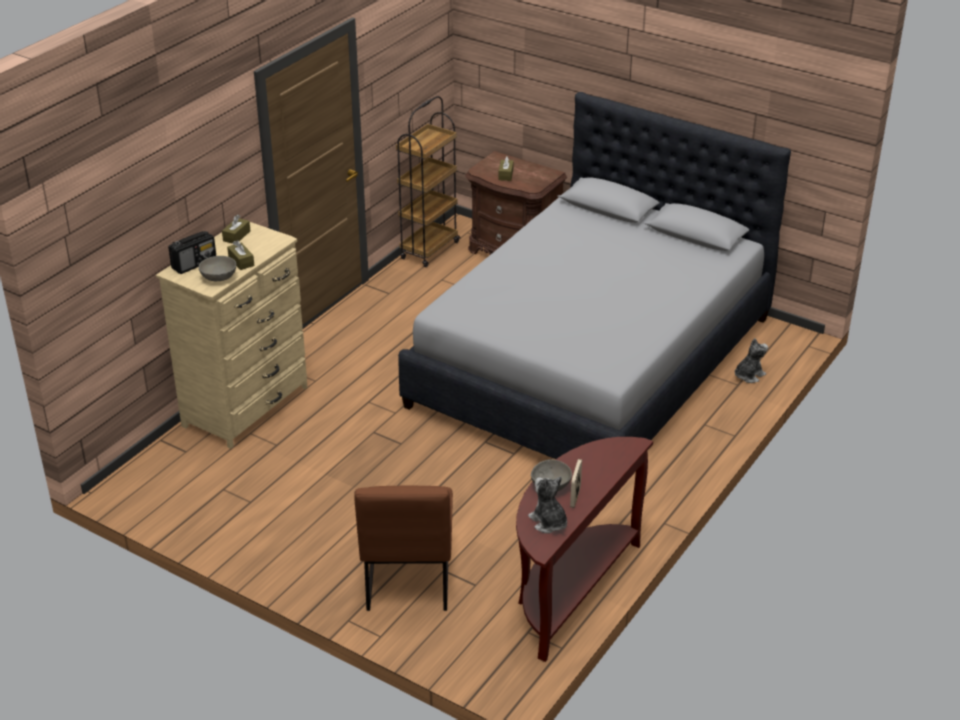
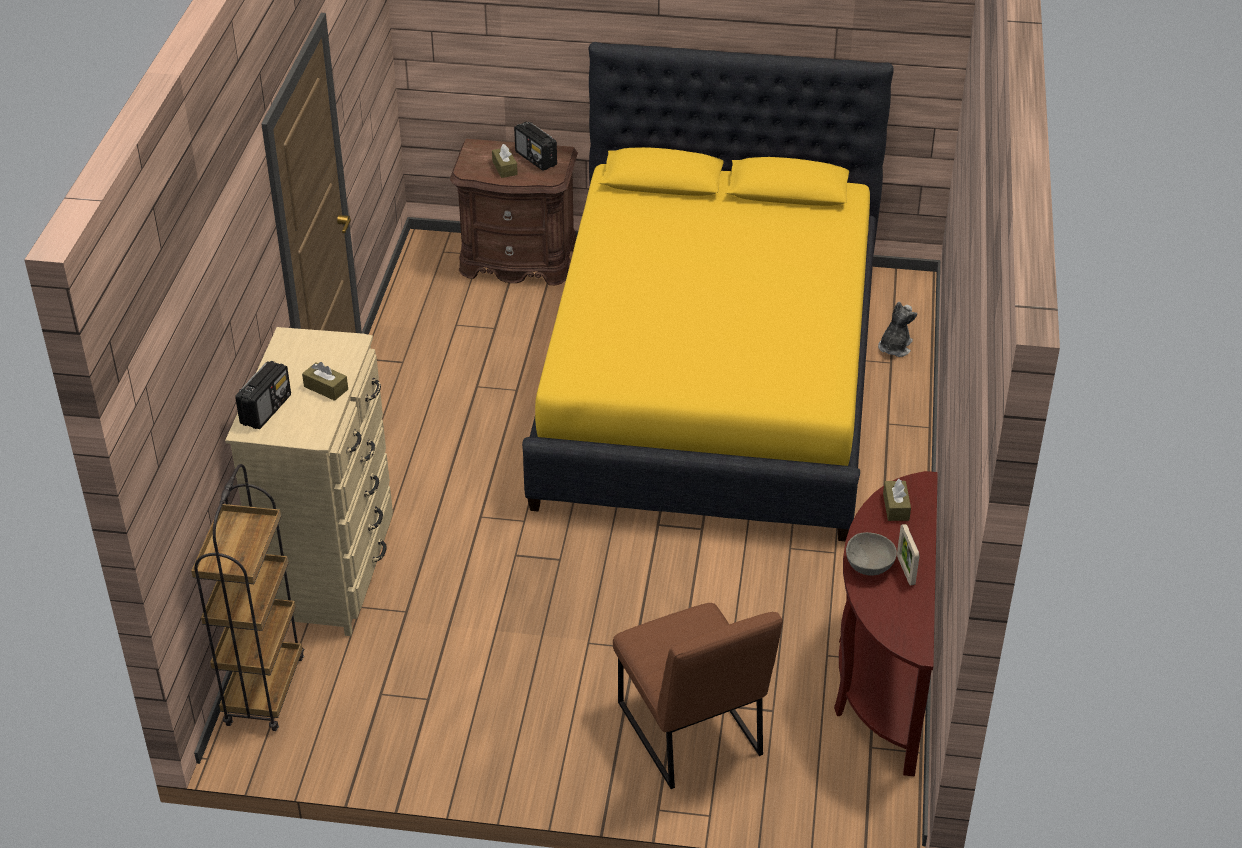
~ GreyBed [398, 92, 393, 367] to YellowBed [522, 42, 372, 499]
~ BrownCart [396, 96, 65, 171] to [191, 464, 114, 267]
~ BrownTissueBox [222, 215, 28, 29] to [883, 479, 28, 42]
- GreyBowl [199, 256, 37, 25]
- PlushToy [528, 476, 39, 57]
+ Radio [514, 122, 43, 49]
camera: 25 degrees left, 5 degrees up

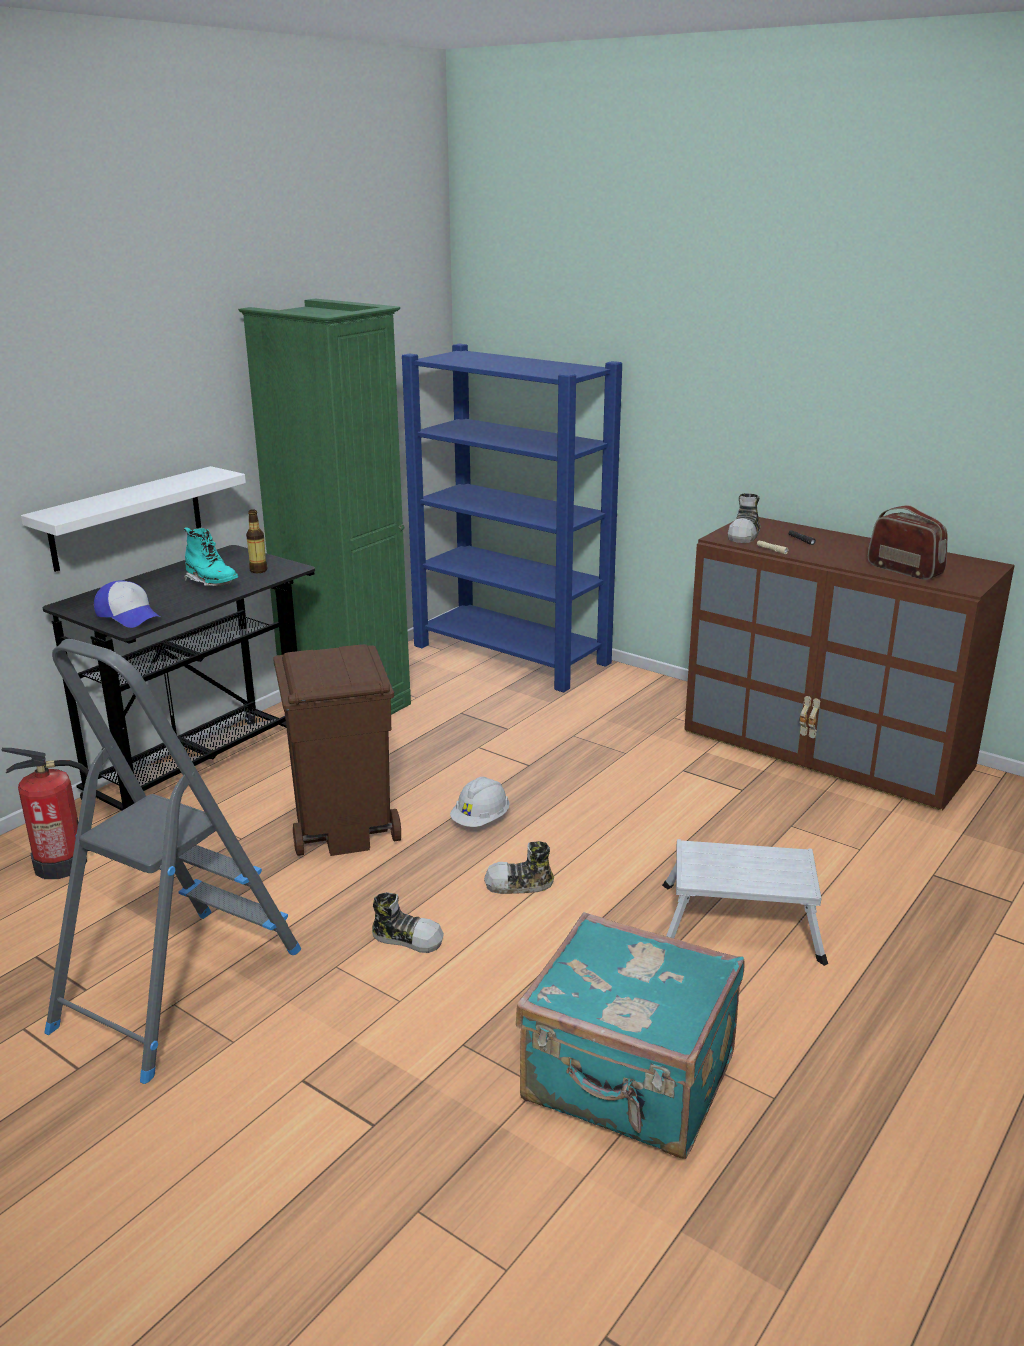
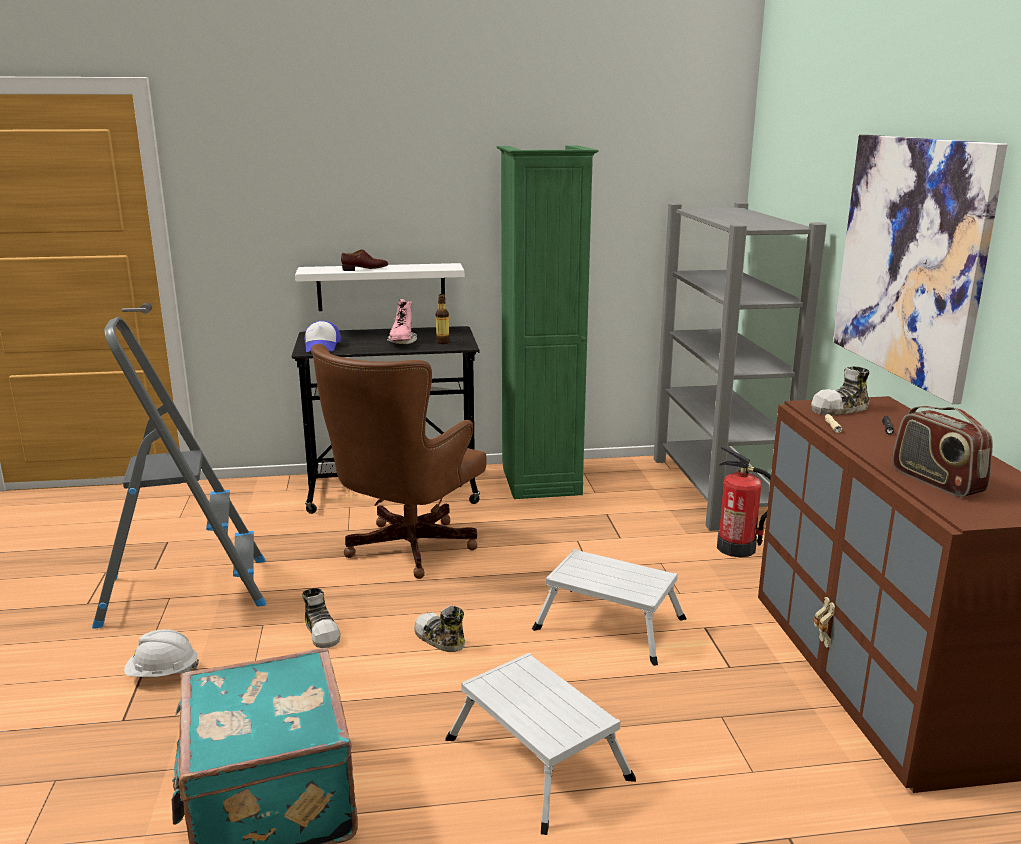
~ BlueBookcase [402, 344, 220, 349] to GreyBookcase [654, 202, 173, 329]
~ Radio [868, 505, 80, 75] = [892, 406, 101, 91] 150 degrees clockwise
~ TurquoiseBoot [183, 527, 55, 60] to PinkBoot [387, 299, 30, 45]
~ BrownTrashCan [273, 644, 128, 212] to BrownOfficeChair [311, 344, 175, 235]
~ FireExtinguisher [2, 748, 87, 131] to [717, 446, 54, 112]
~ WhiteHardHat [450, 777, 60, 50] to [124, 629, 75, 48]
+ Picture [833, 135, 175, 269]
+ BrownShoe [341, 249, 47, 22]
+ WhiteStepLadder [532, 549, 155, 117]
camera: 45 degrees right, 5 degrees down

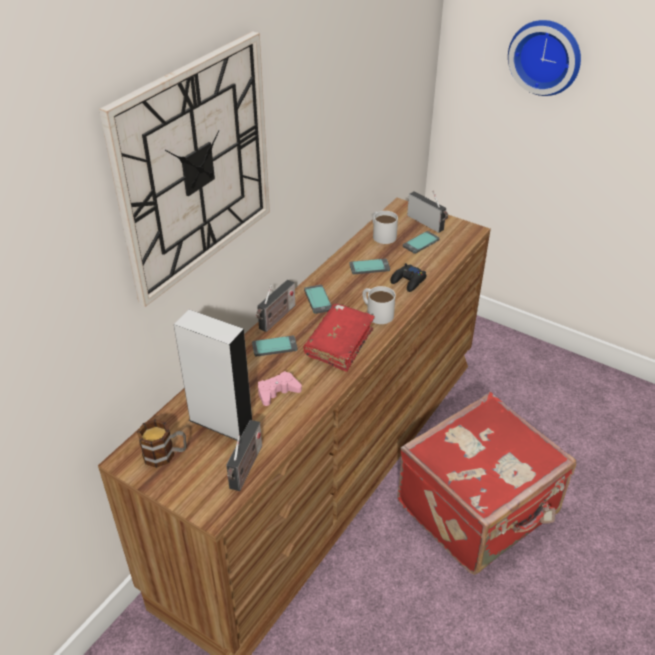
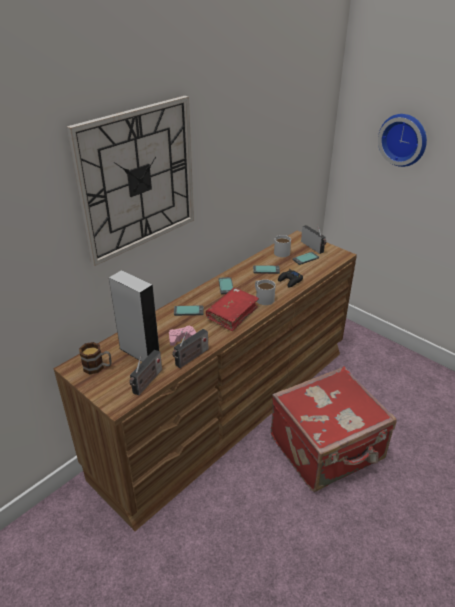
~ Radio [256, 280, 39, 52] to [172, 329, 36, 39]
camera: 10 degrees right, 5 degrees down

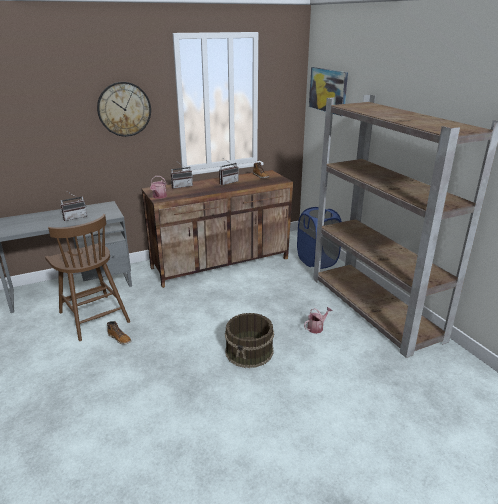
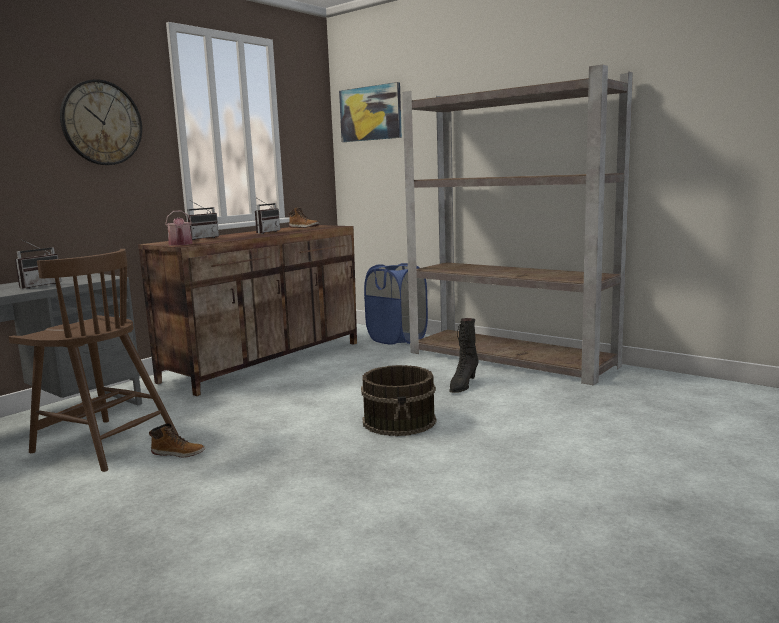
~ WateringCan [304, 307, 29, 27] to BlackBoot [449, 318, 30, 75]
camera: 25 degrees left, 15 degrees down

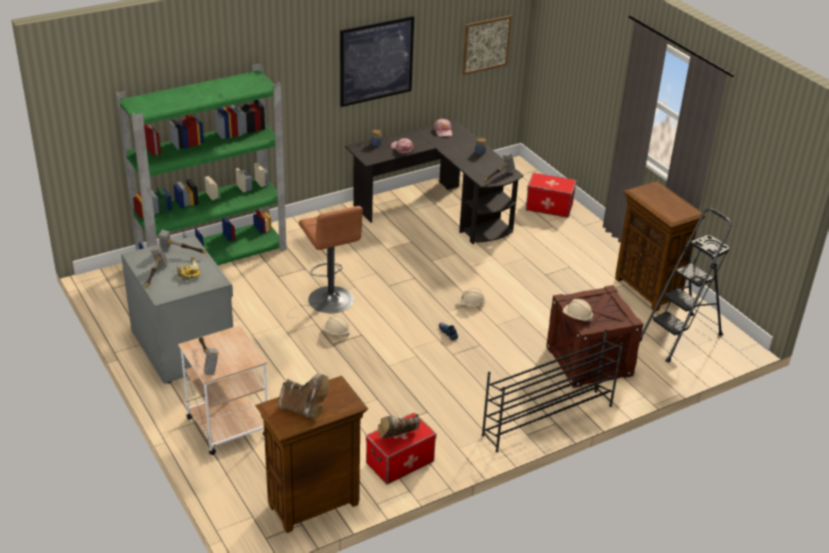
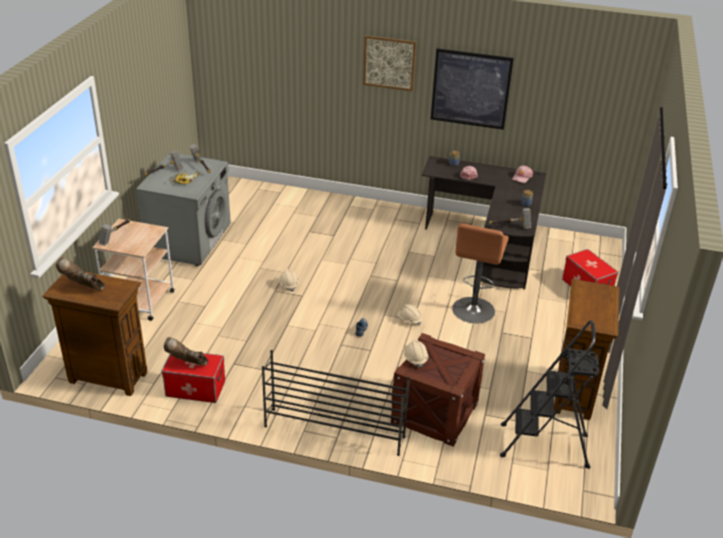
~ Picture [462, 15, 50, 61] to [363, 35, 53, 57]
- GreenBookcase [116, 64, 171, 201]
~ BrownStool [299, 206, 64, 107] to [452, 223, 57, 100]
~ BrownBoot [278, 374, 51, 45] = [56, 257, 48, 34] 135 degrees clockwise
camera: 45 degrees right, 0 degrees up

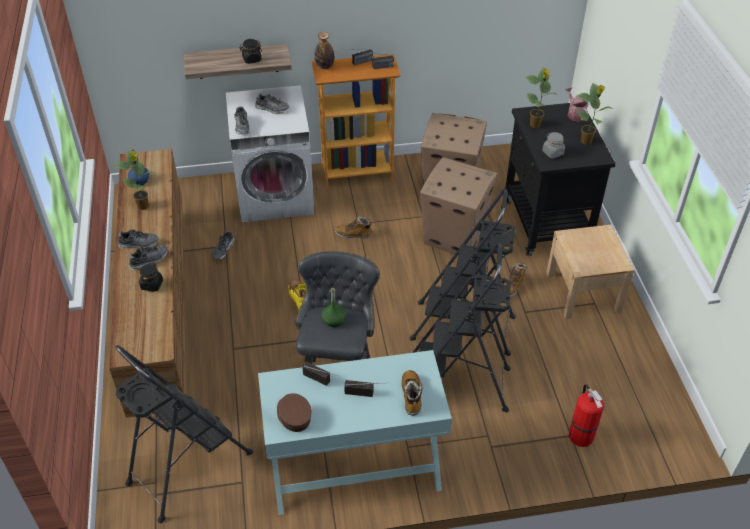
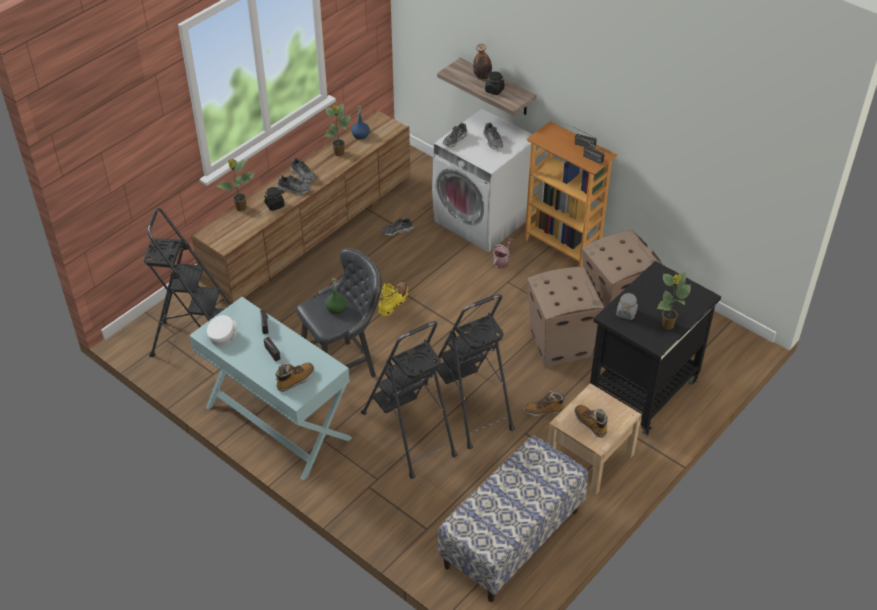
~ Bottle [315, 32, 19, 37] to [473, 44, 19, 35]
~ PottedPlant [525, 67, 33, 61] to [216, 159, 39, 52]
~ WateringCan [565, 87, 23, 35] to [493, 237, 20, 32]
~ Boot [335, 216, 37, 23] to [575, 405, 32, 33]
- FireExtinguisher [569, 384, 35, 63]
~ BrownCap [277, 393, 35, 39] to WhiteCap [207, 315, 31, 31]
+ Bench [438, 435, 150, 167]
camera: 50 degrees right, 0 degrees up

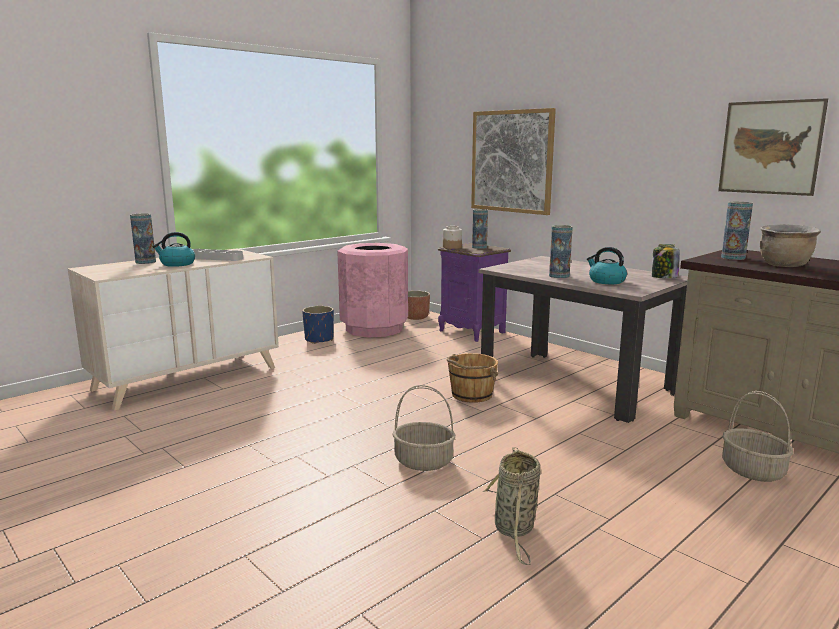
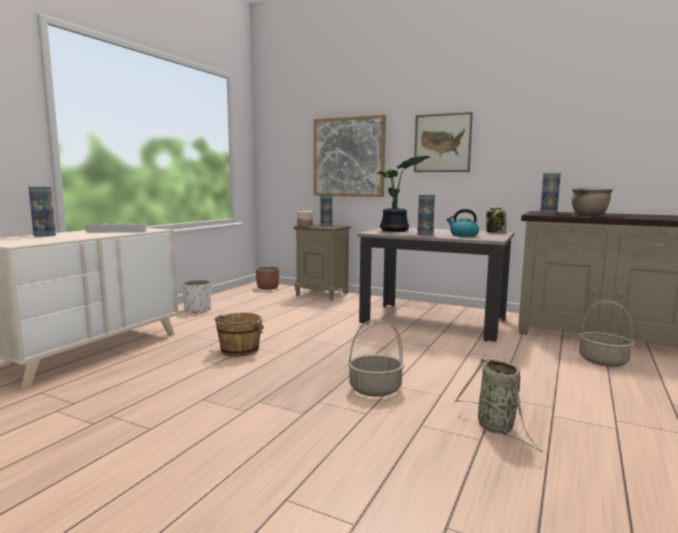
~ Picture [718, 98, 110, 98] to [414, 112, 59, 60]
- Kettle [153, 232, 42, 35]
- PinkTrashCan [337, 243, 71, 95]
~ PurpleNightstand [438, 243, 73, 99] to BeigeNightstand [293, 224, 58, 77]
~ BluePlanter [302, 306, 32, 38] to WhitePlanter [182, 280, 29, 33]
~ BrownBucket [447, 353, 51, 50] to [214, 312, 50, 45]
+ PottedPlant [375, 156, 55, 76]
camera: 20 degrees left, 5 degrees down

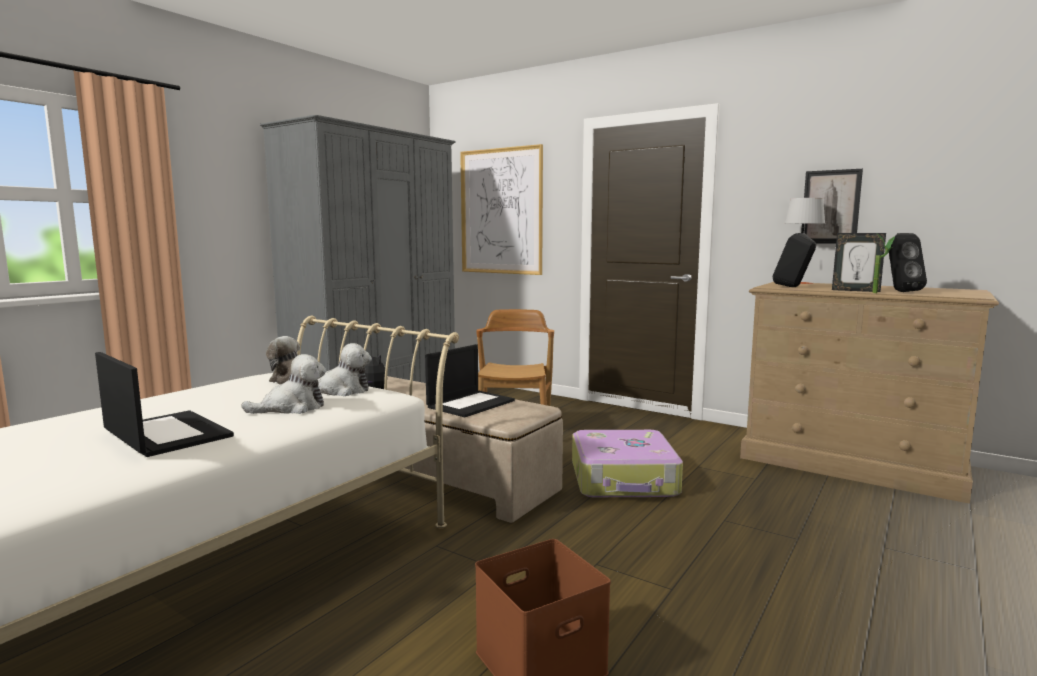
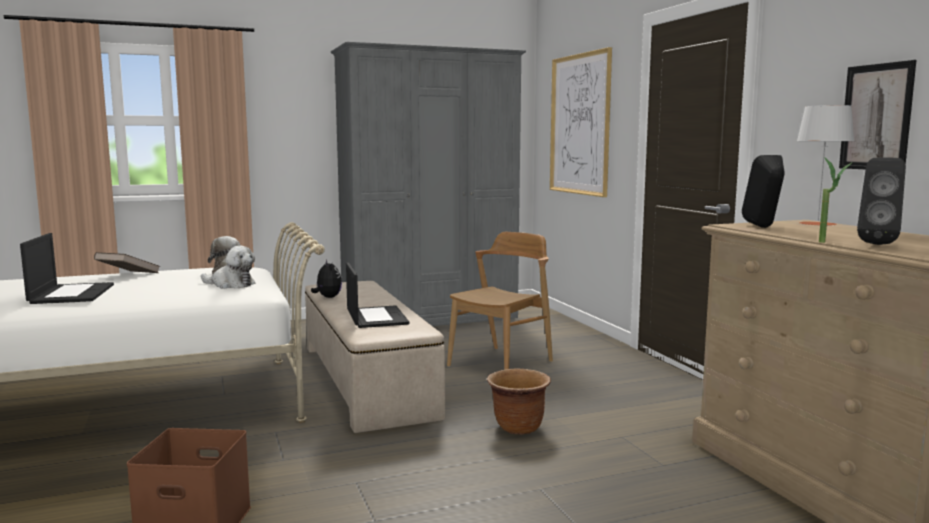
- PictureFrame [832, 233, 54, 59]
~ Laptop [425, 344, 90, 73] = [346, 262, 63, 66] 90 degrees counterclockwise
- PlushToy [241, 354, 85, 60]
~ Suitcase [572, 430, 111, 67] to BrownPlanter [487, 368, 64, 66]
+ BrownBook [94, 252, 66, 21]
camera: 35 degrees right, 0 degrees up

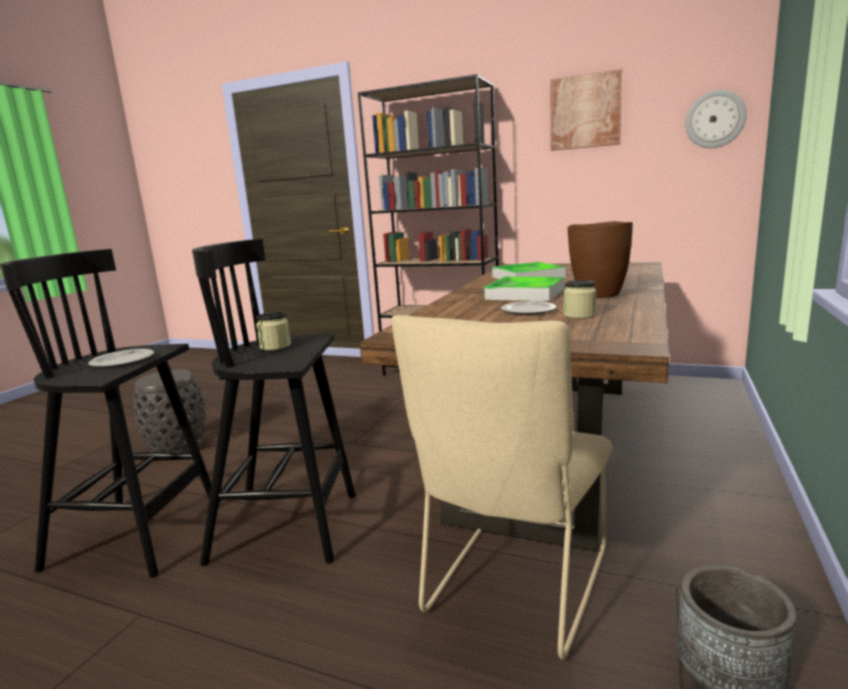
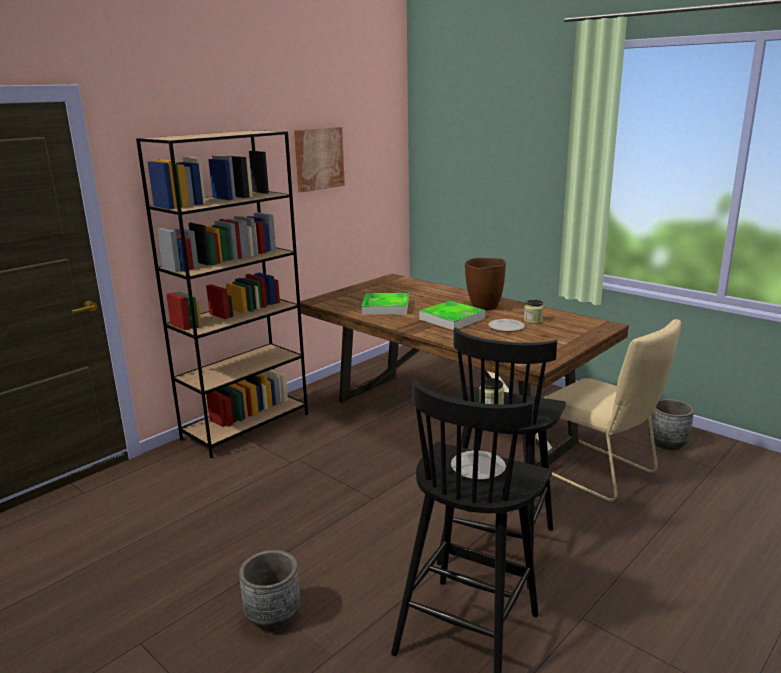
- WallClock [685, 90, 62, 58]
~ GreyStool [134, 369, 72, 85] to GreyPlanter [239, 550, 61, 81]
camera: 70 degrees left, 5 degrees up

